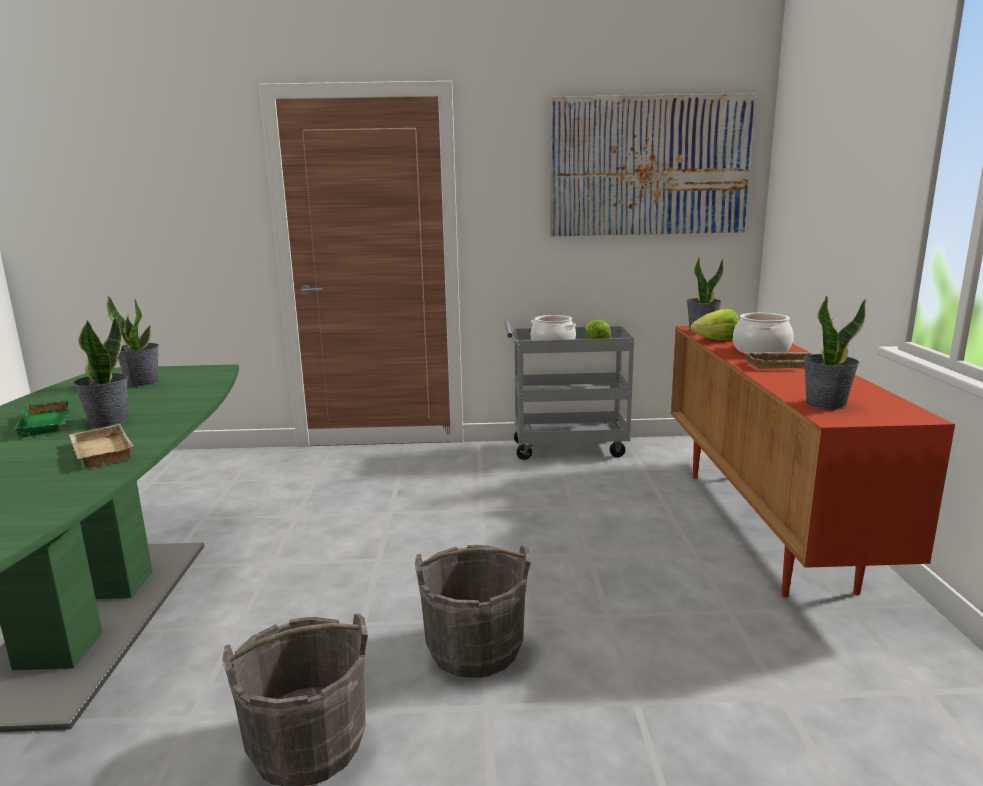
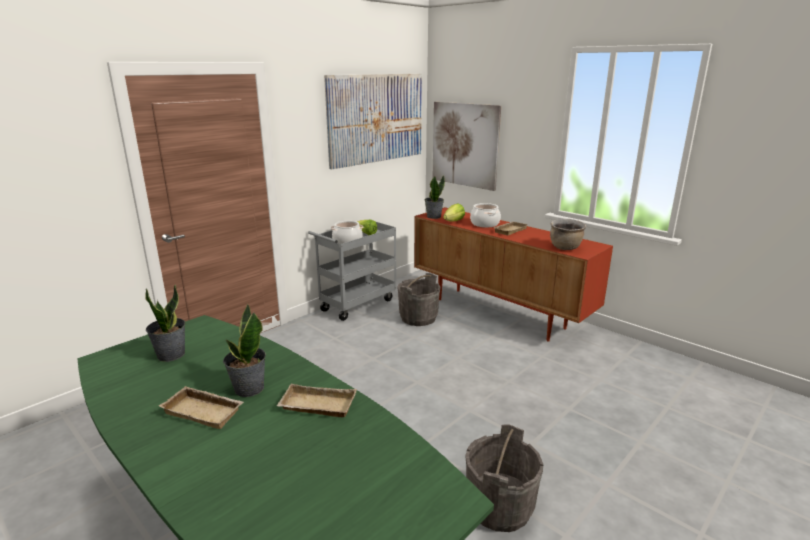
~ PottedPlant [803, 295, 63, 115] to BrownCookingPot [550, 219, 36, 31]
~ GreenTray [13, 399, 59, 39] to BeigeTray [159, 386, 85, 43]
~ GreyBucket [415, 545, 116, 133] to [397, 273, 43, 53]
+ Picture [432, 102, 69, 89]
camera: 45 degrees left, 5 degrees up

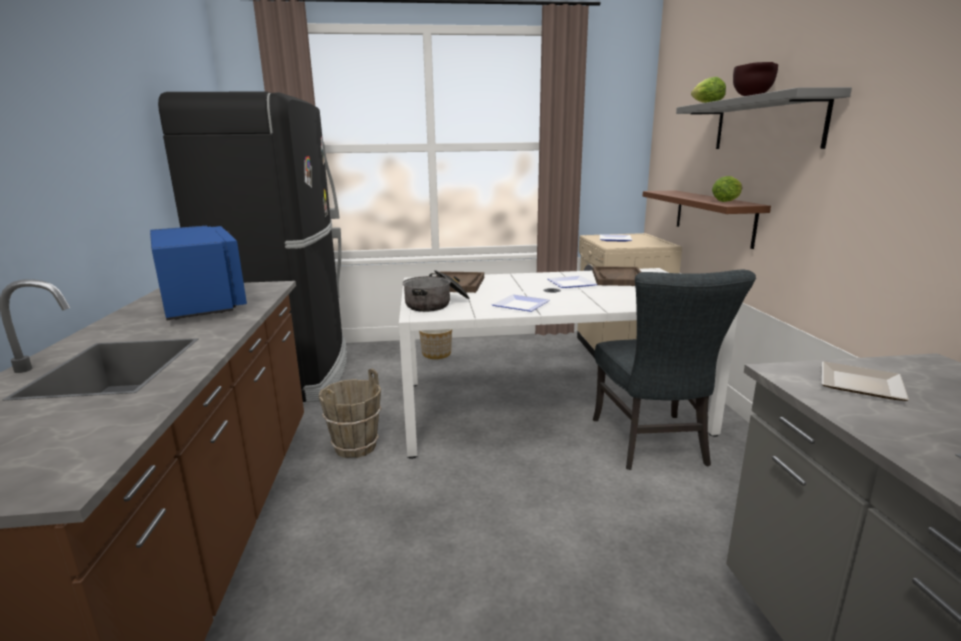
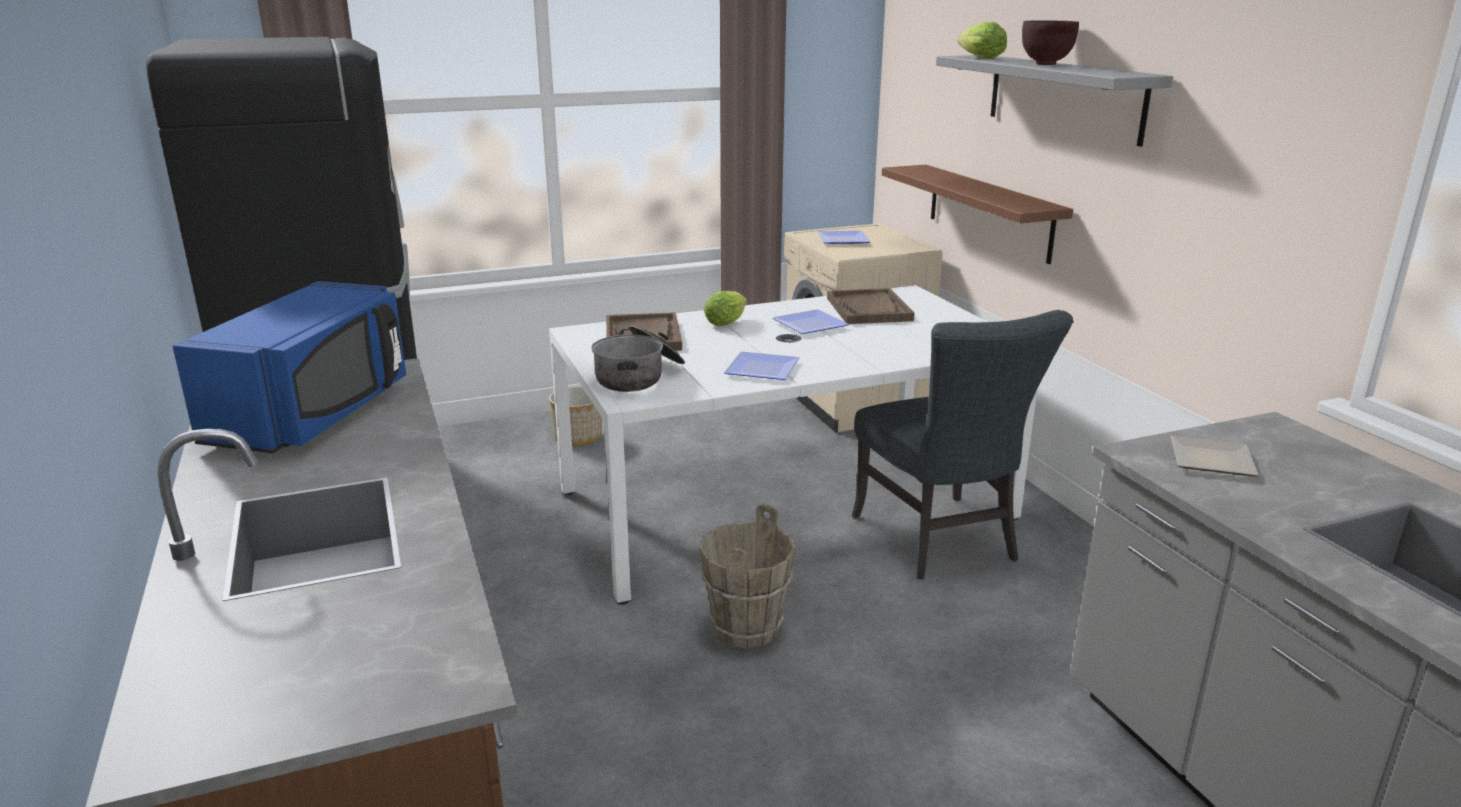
~ Lettuce [712, 176, 30, 26] to [704, 291, 43, 35]
~ BlueMicrowave [150, 226, 97, 94] = [172, 281, 234, 172] 60 degrees clockwise
~ BrownBucket [319, 369, 63, 89] to [699, 504, 96, 145]
camera: 15 degrees left, 5 degrees up

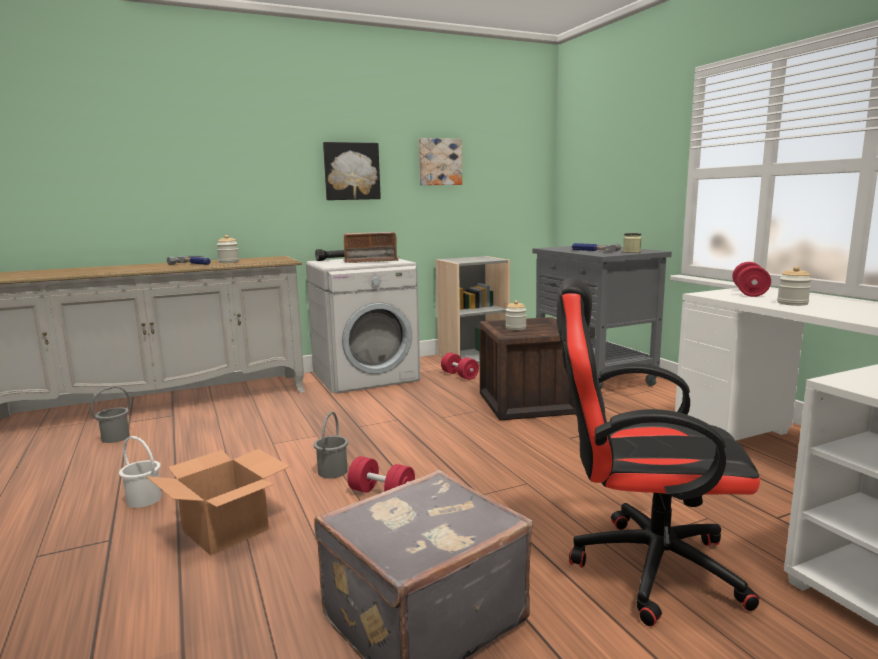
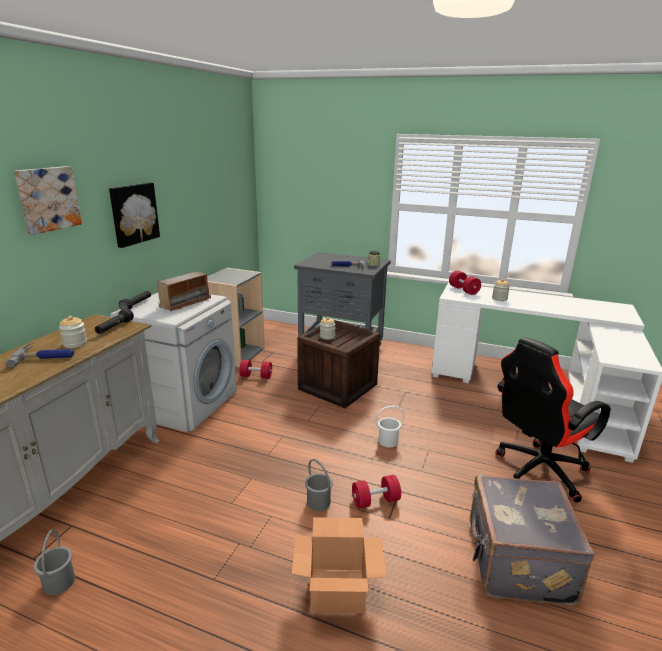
~ Picture [419, 138, 43, 47] to [14, 166, 68, 69]
~ WhiteBucket [119, 436, 43, 72] to [375, 406, 30, 42]
+ BlackFlashlight [95, 308, 39, 26]
camera: 45 degrees left, 10 degrees up

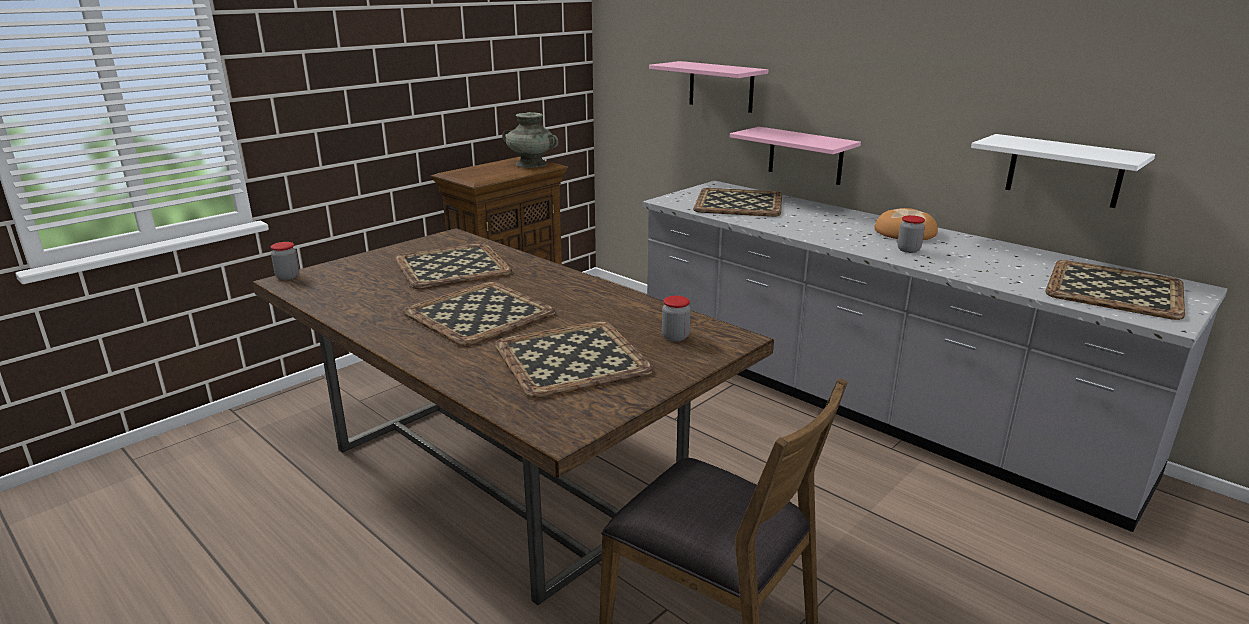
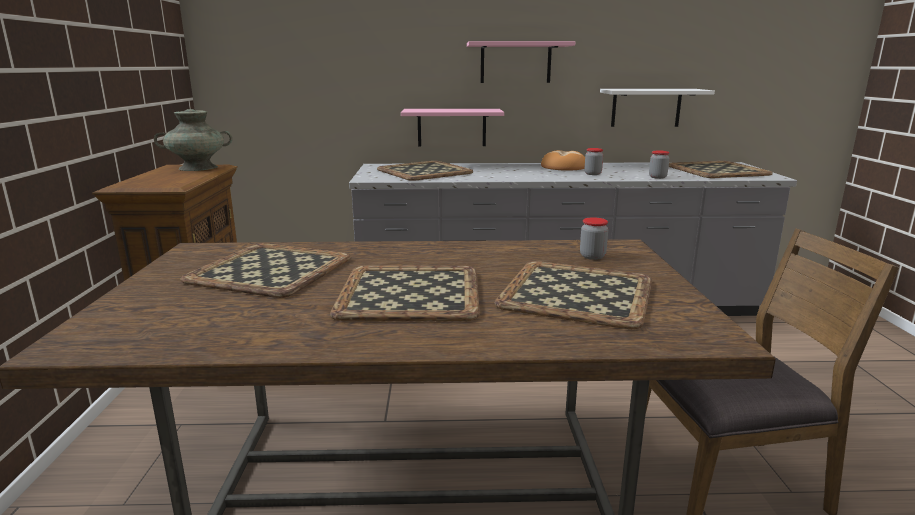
~ PinkShelf [649, 61, 119, 52] to [467, 41, 108, 42]
~ Jar [271, 242, 28, 38] to [649, 150, 21, 29]
camera: 45 degrees left, 5 degrees down

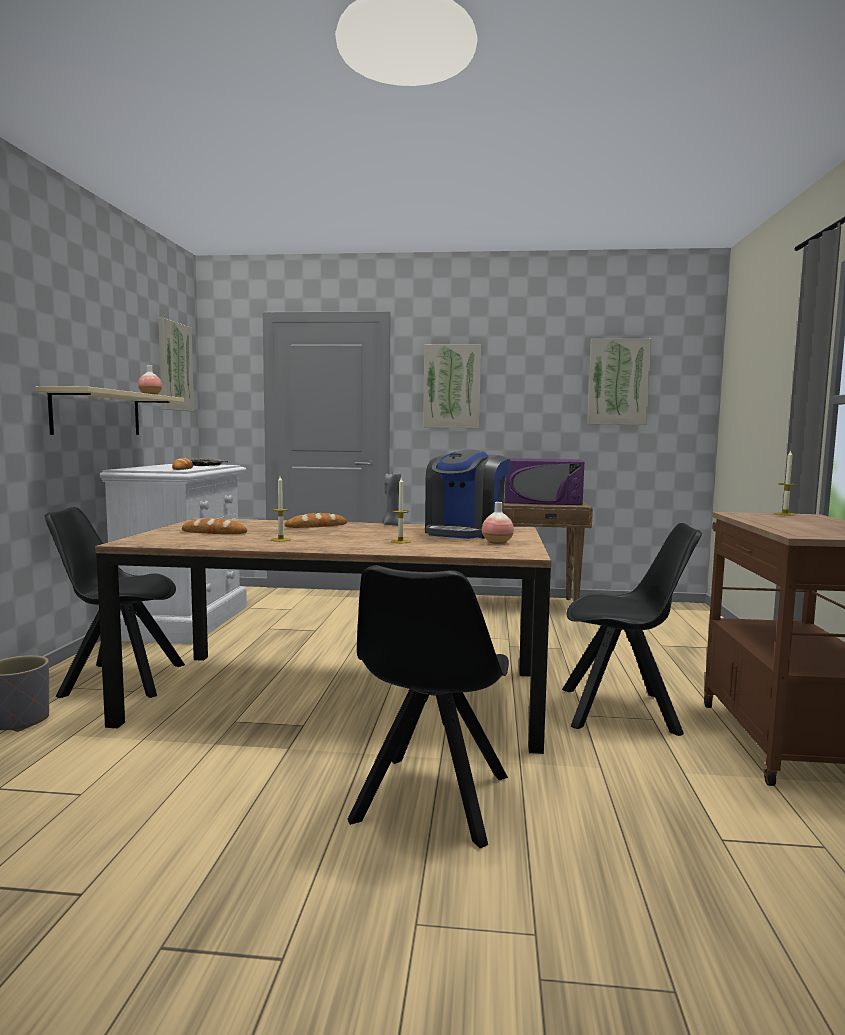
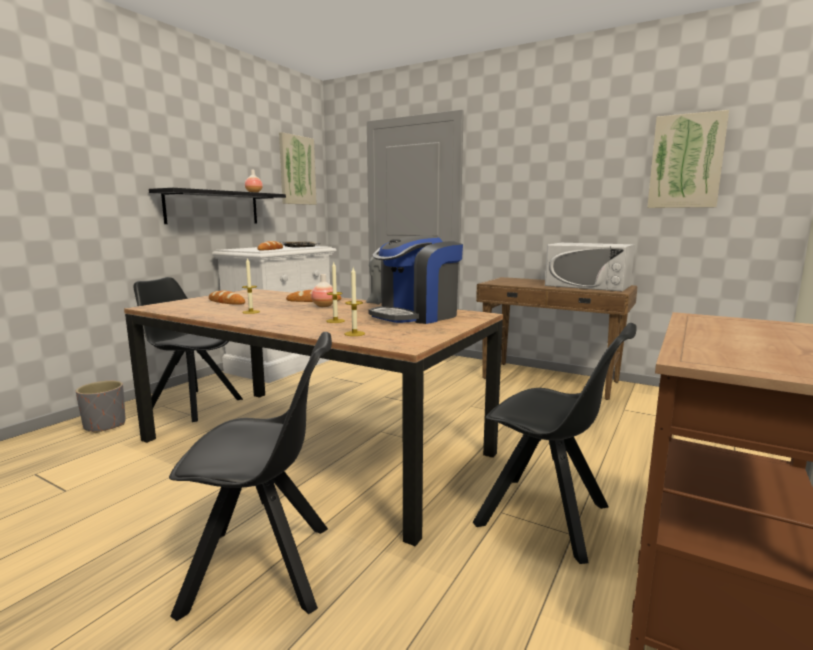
- Picture [423, 344, 58, 84]
~ BeigeShelf [35, 386, 149, 49] to BlackShelf [149, 188, 137, 36]
~ Candle [774, 450, 23, 65] to [344, 268, 21, 68]
~ PurpleMicrowave [505, 458, 79, 47] to WhiteMicrowave [545, 243, 90, 49]
~ Vase [482, 502, 32, 42] to [311, 274, 22, 33]
~ BlackChair [347, 565, 162, 283] = [169, 332, 163, 289] 135 degrees counterclockwise
camera: 25 degrees right, 5 degrees up

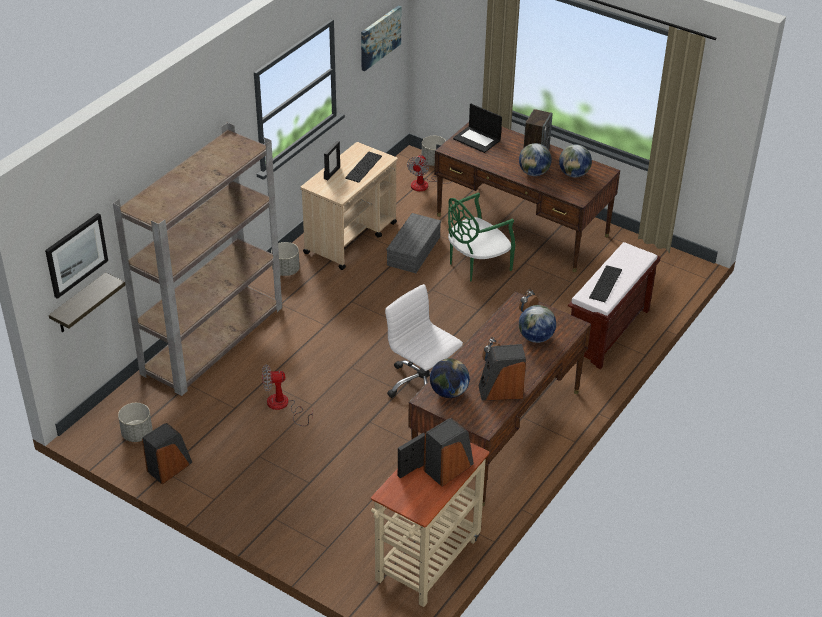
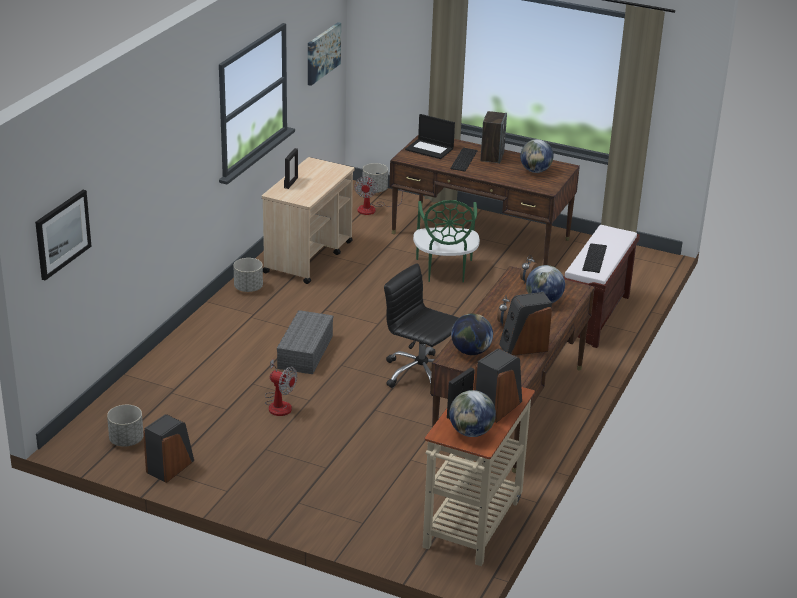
- BrownBookcase [113, 122, 169, 274]
~ Globe [519, 143, 33, 33] to [449, 390, 47, 47]
~ Keyboard [345, 152, 37, 31] to [450, 148, 28, 24]
~ GreenChair [448, 192, 67, 90] = [413, 200, 67, 83] 45 degrees counterclockwise
~ GreyStorageBox [387, 213, 54, 60] to [277, 310, 57, 64]
- Shelf [49, 272, 76, 60]
~ WhiteOfficeChair [385, 284, 78, 114] to BlackOfficeChair [384, 263, 74, 133]
~ Fan [262, 365, 51, 61] = [265, 359, 32, 57] 135 degrees counterclockwise
camera: 10 degrees left, 10 degrees down

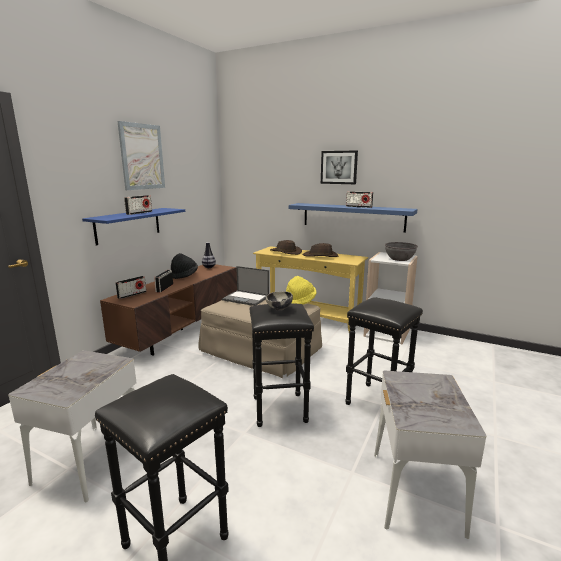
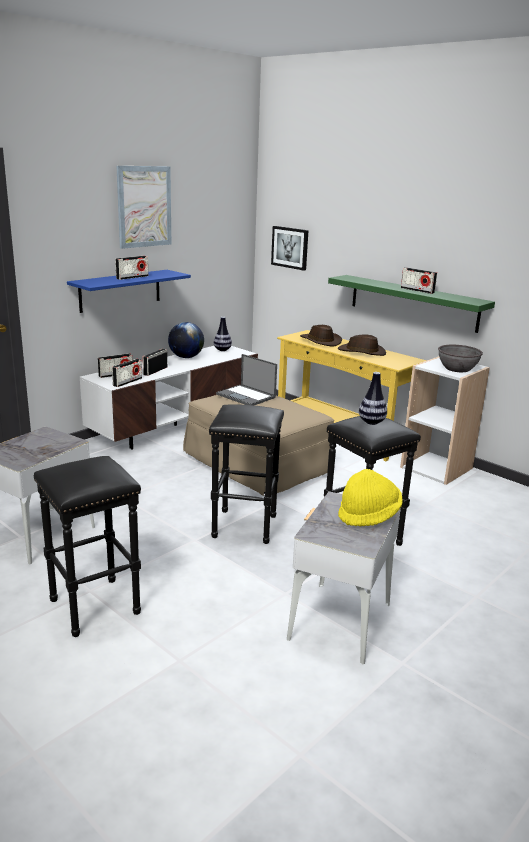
~ Picture [321, 150, 37, 34] to [271, 226, 37, 45]
~ BlueShelf [289, 203, 128, 30] to GreenShelf [328, 275, 167, 58]
~ BlackHat [171, 253, 27, 26] to Globe [168, 322, 36, 36]
~ BrownTvStand [100, 264, 137, 92] to WhiteTvStand [80, 346, 178, 104]
~ YellowHat [286, 276, 31, 28] to [338, 469, 65, 57]
- Bowl [266, 291, 27, 19]
+ Radio [112, 359, 30, 28]
+ Vase [359, 372, 28, 53]
camera: 15 degrees right, 5 degrees up

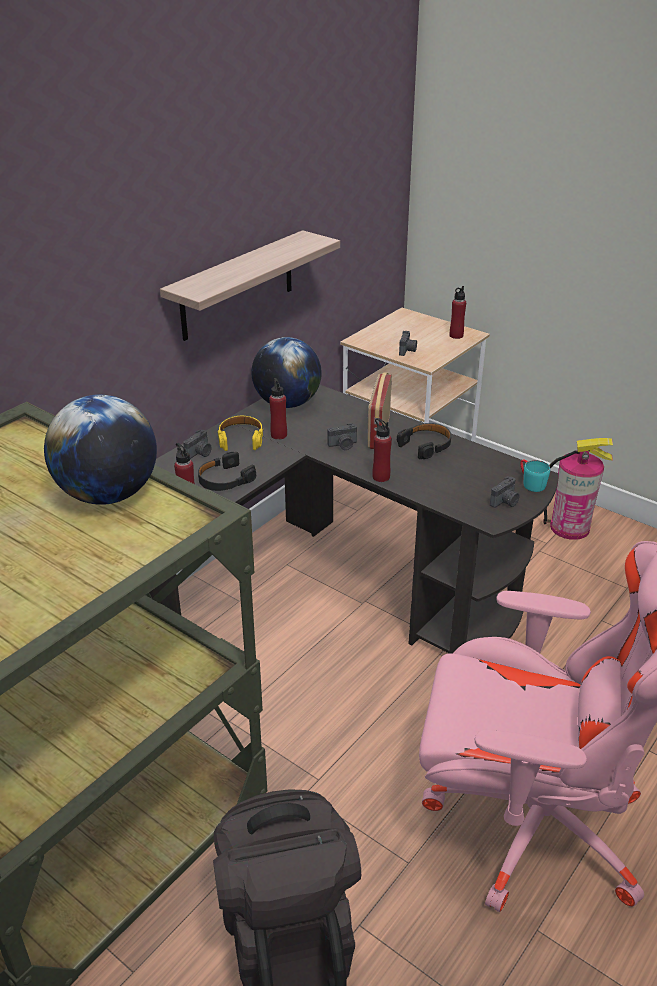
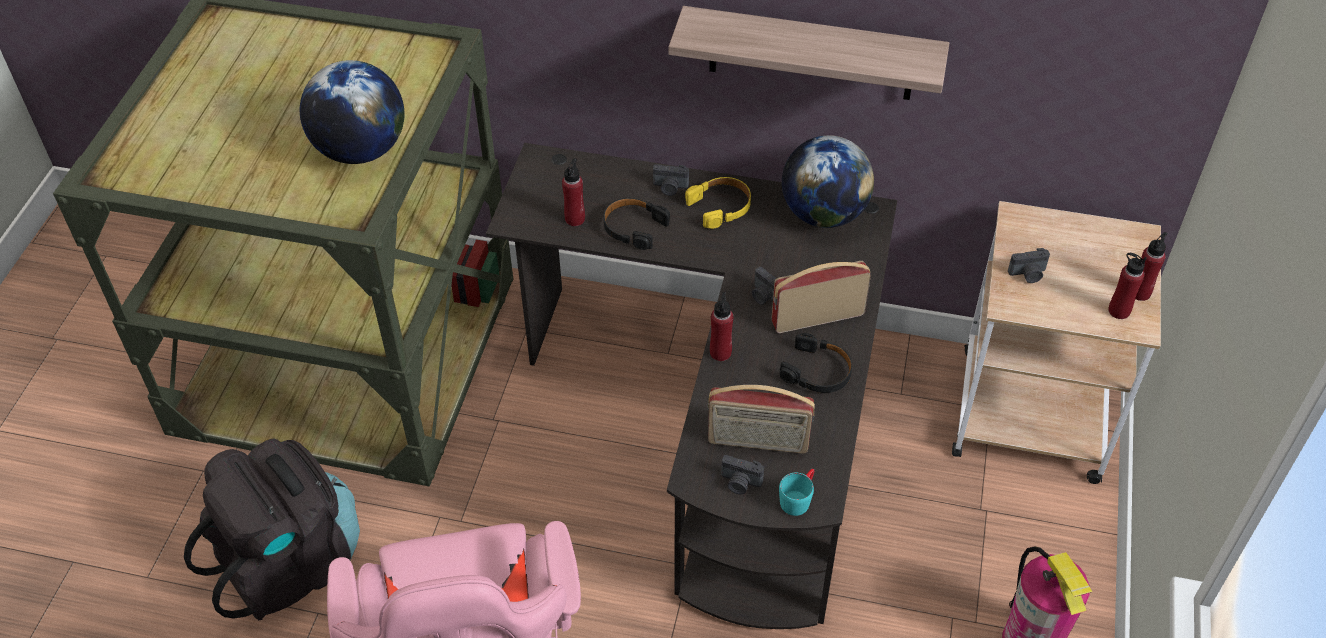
~ RedBottle [269, 378, 18, 62] to [1135, 232, 33, 69]
+ Radio [708, 385, 107, 69]
camera: 65 degrees right, 15 degrees up

